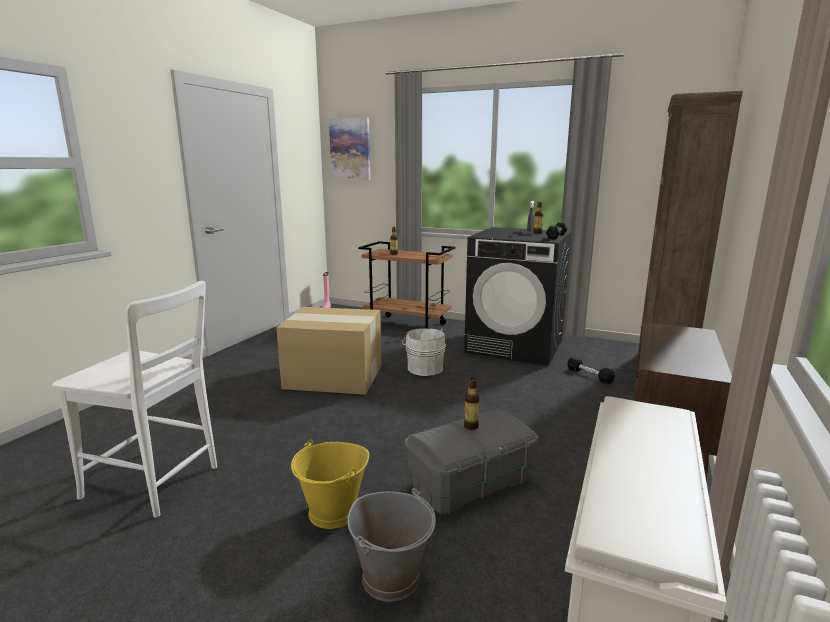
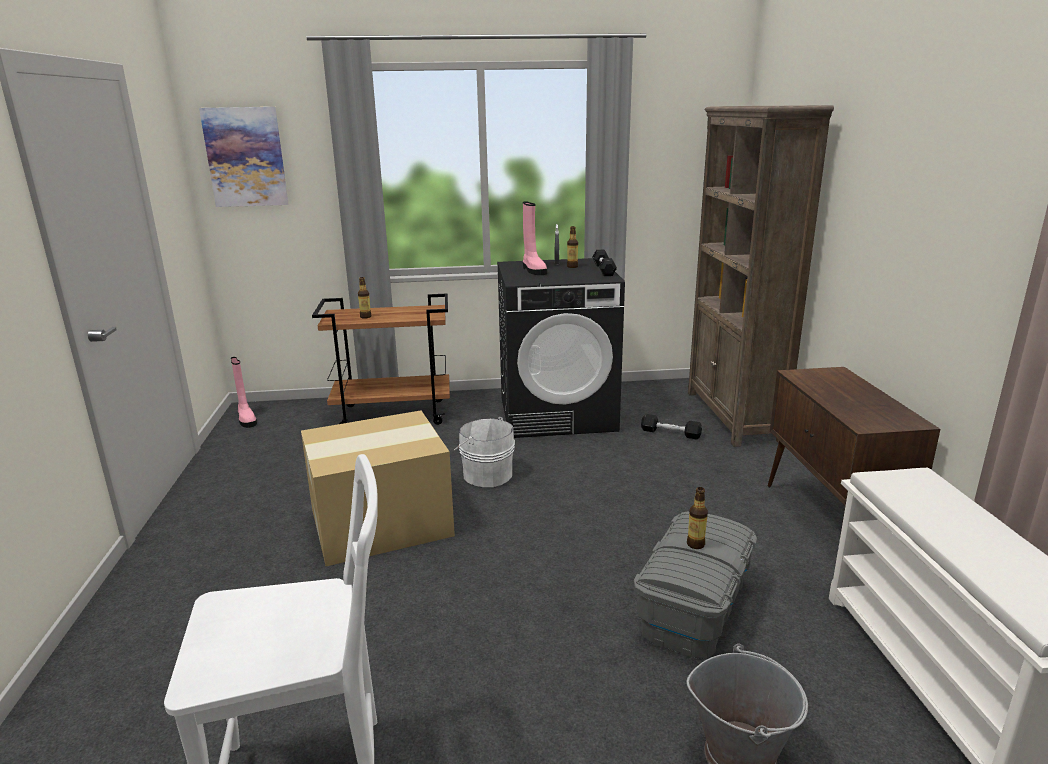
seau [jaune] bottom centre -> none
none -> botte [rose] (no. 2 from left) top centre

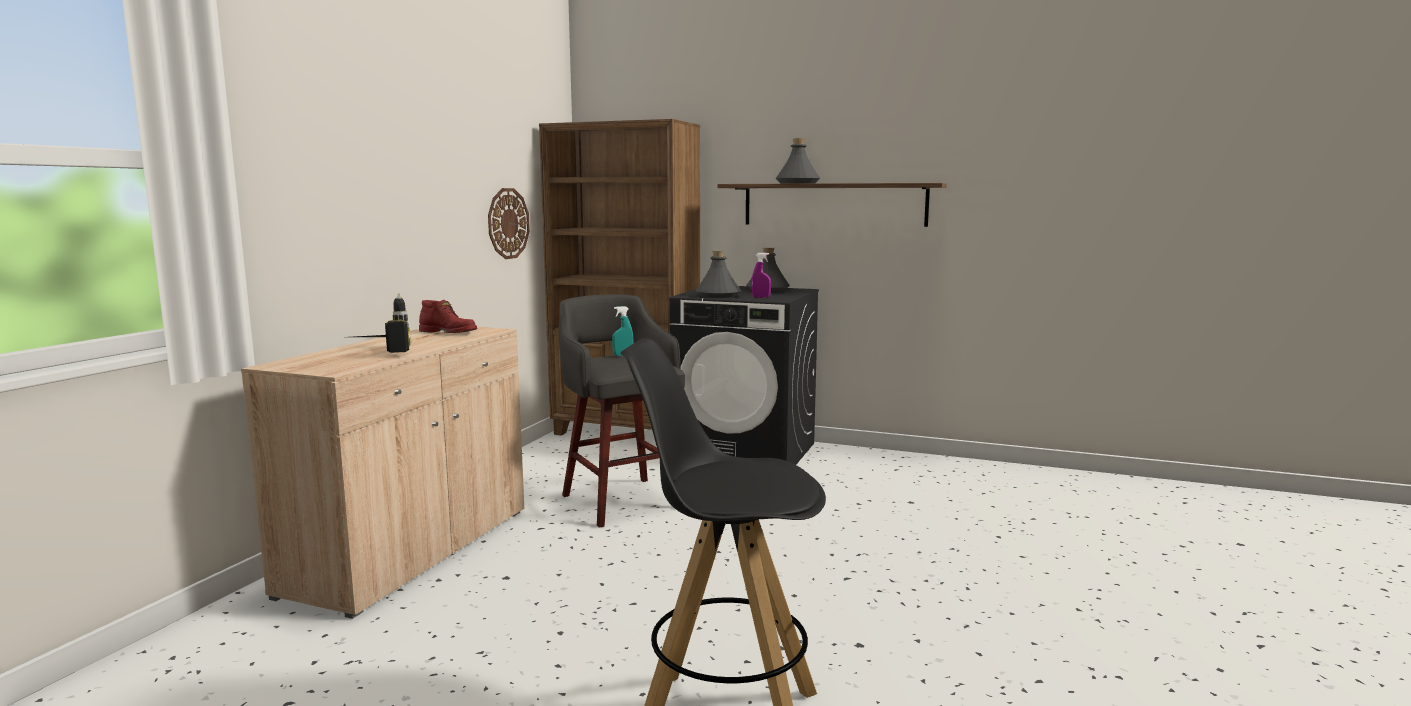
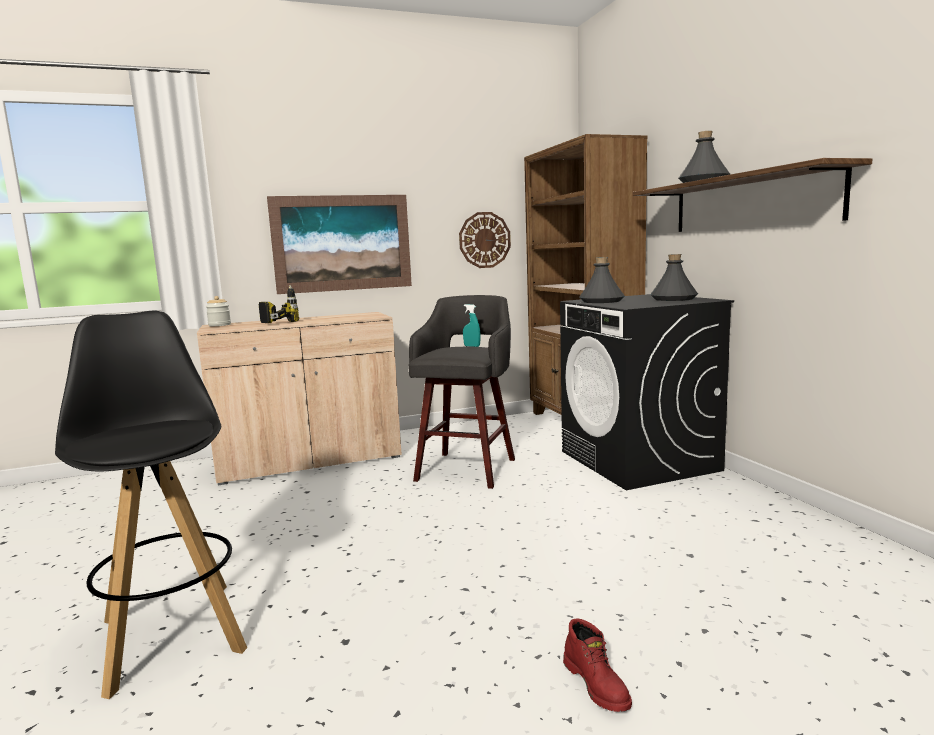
vaporisateur [violet] centre -> none
botte [rouge] middle left -> botte [rouge] bottom centre, shifted
none -> tableau top centre
none -> bocal middle left

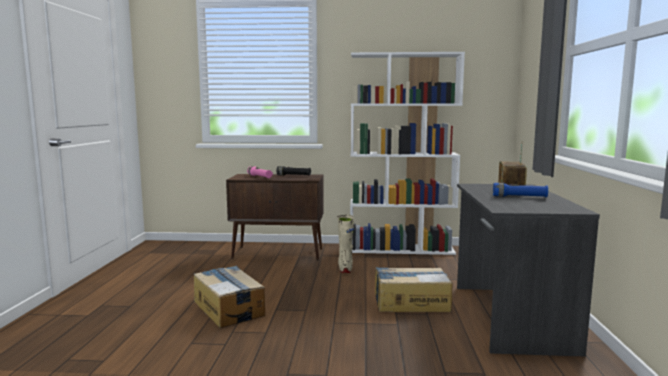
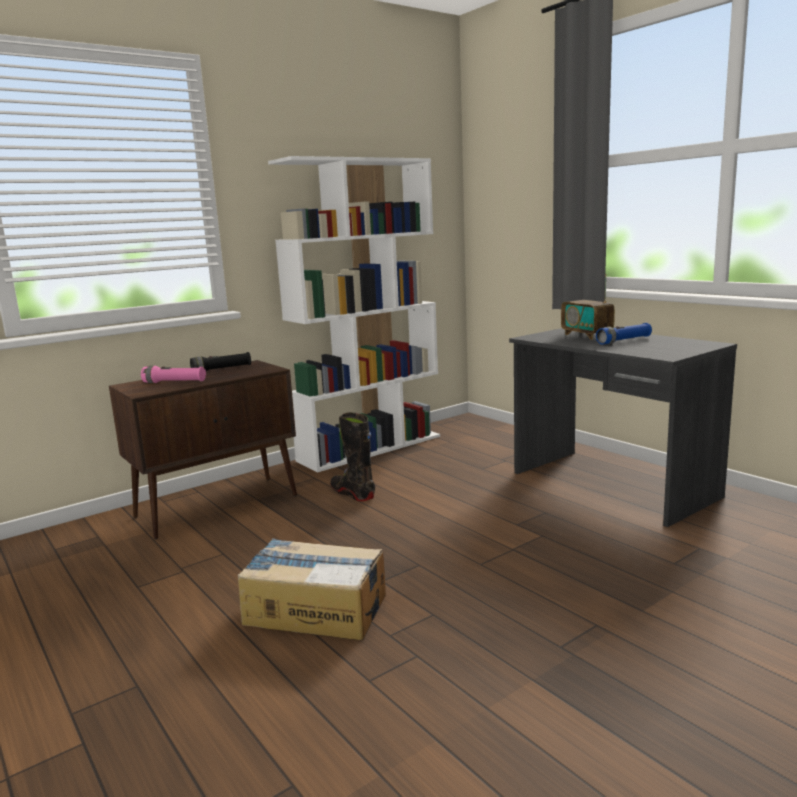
botte [beige] centre -> botte [noir] centre
carton (no. 2 from left) bottom centre -> none

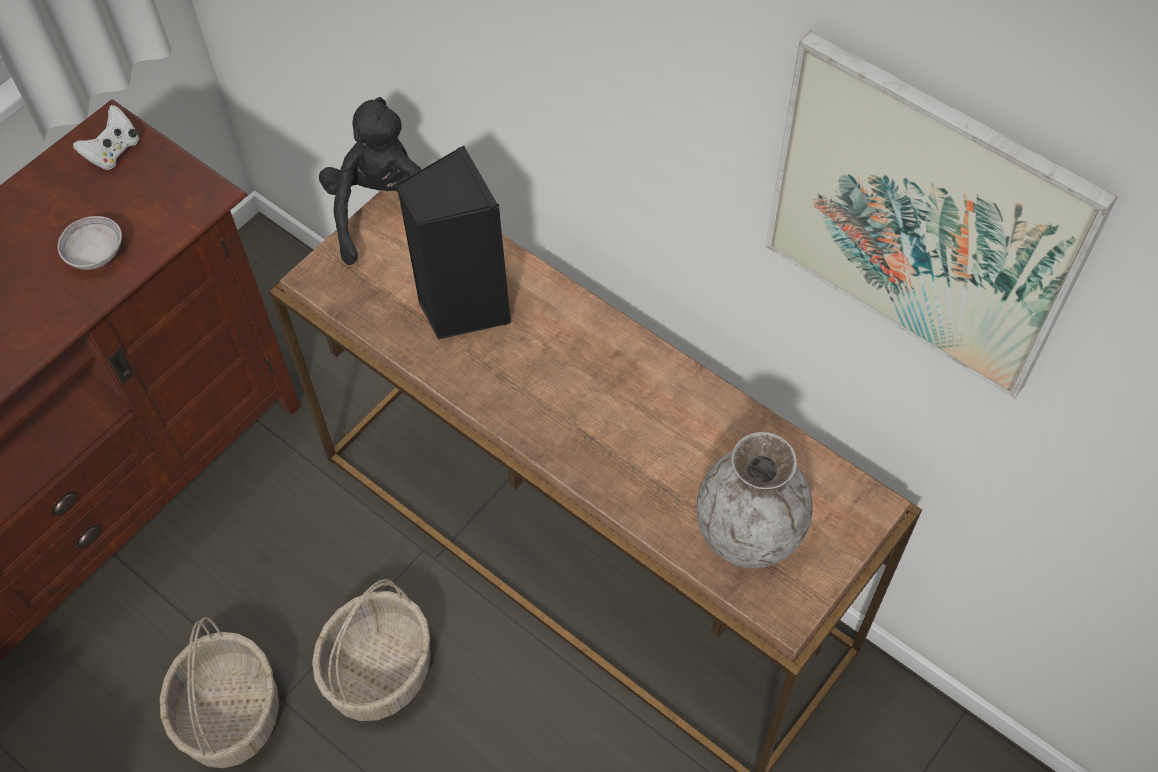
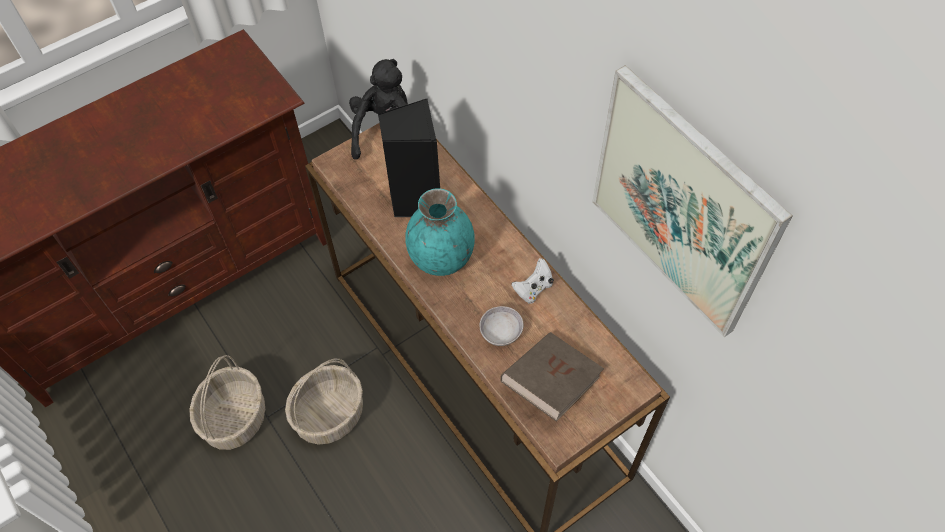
manette [blanc] top left -> manette [blanc] centre, shifted
bol [gris] top left -> bol [gris] centre, shifted
vase [gris] centre -> livre [marron] bottom centre
none -> vase [turquoise] centre

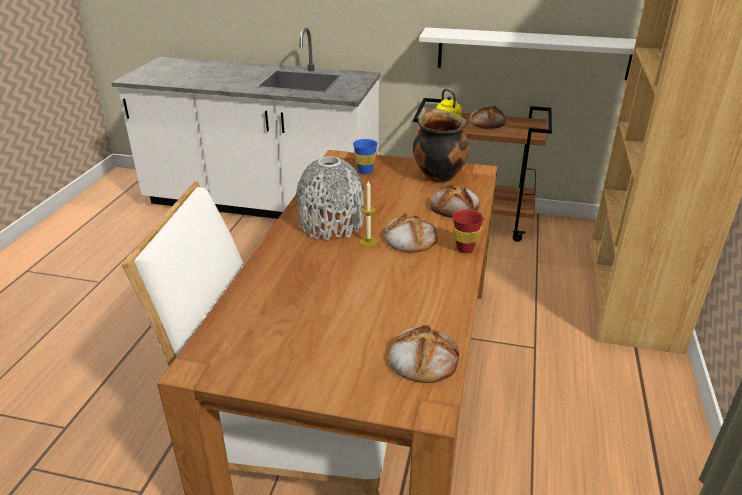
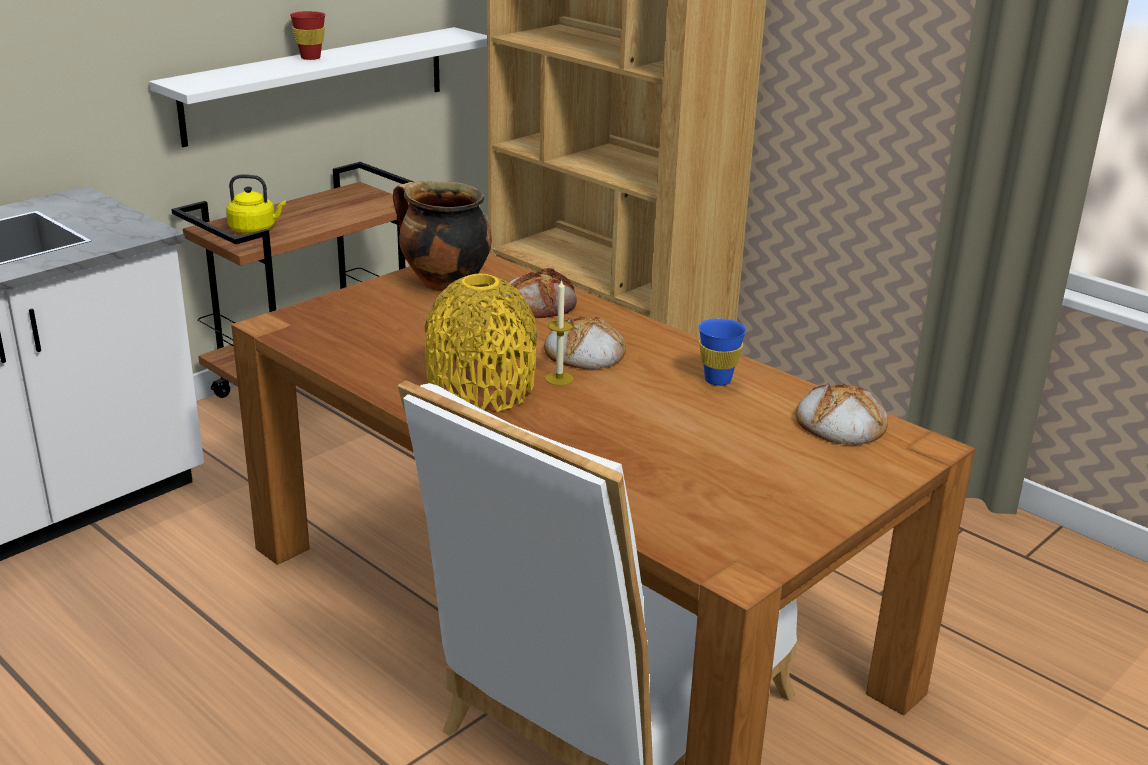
pain (no. 4 from left) top centre -> none
tasse [bleu] top centre -> tasse [bleu] centre, shifted
vase [gris] centre -> vase [jaune] centre
tasse [rouge] centre -> tasse [rouge] top left, shifted

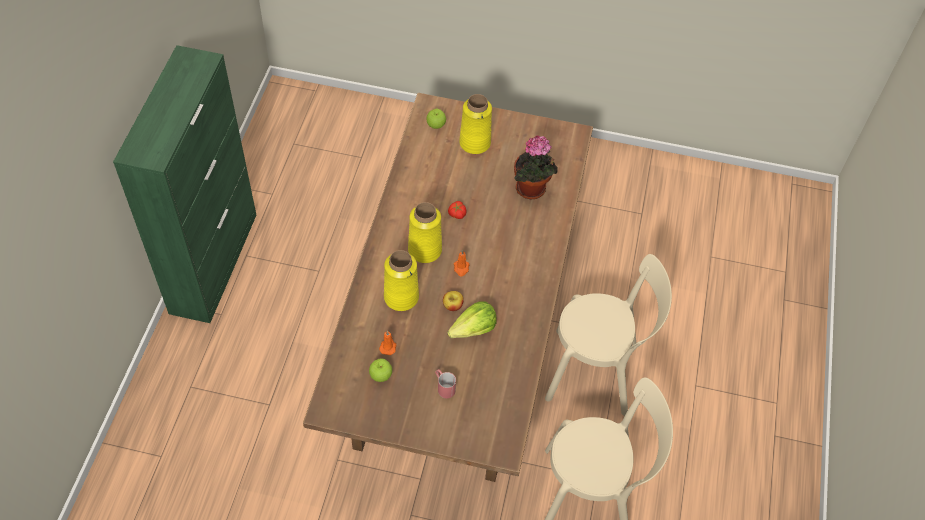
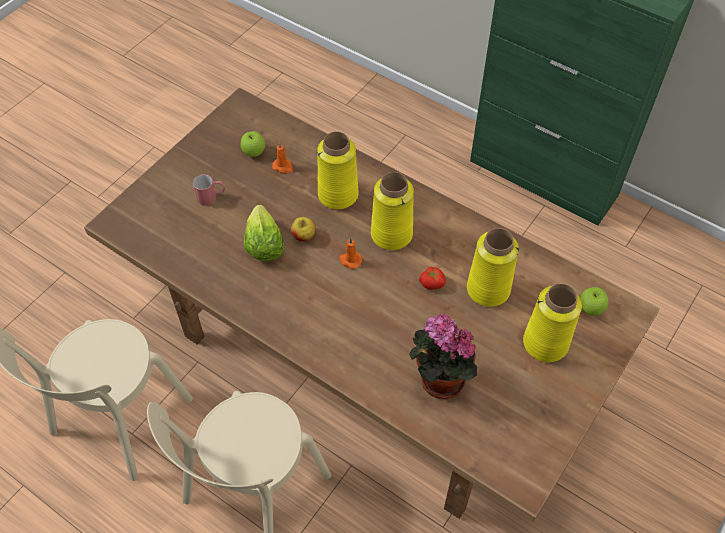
none -> vase [jaune] (no. 3 from left) middle right

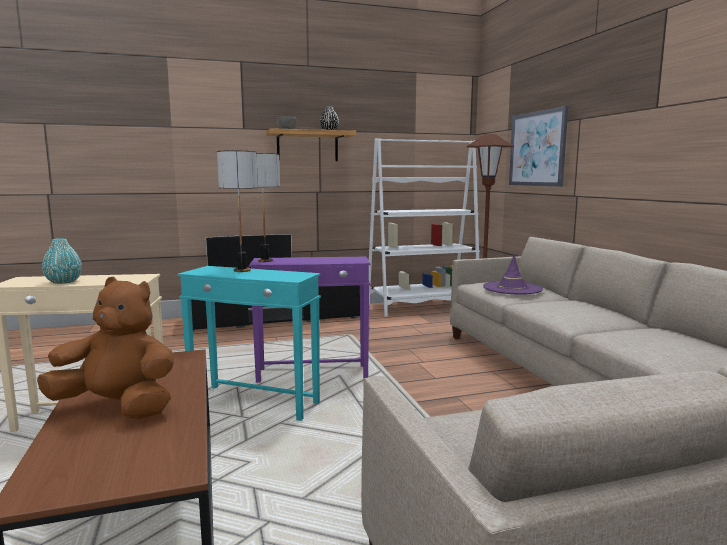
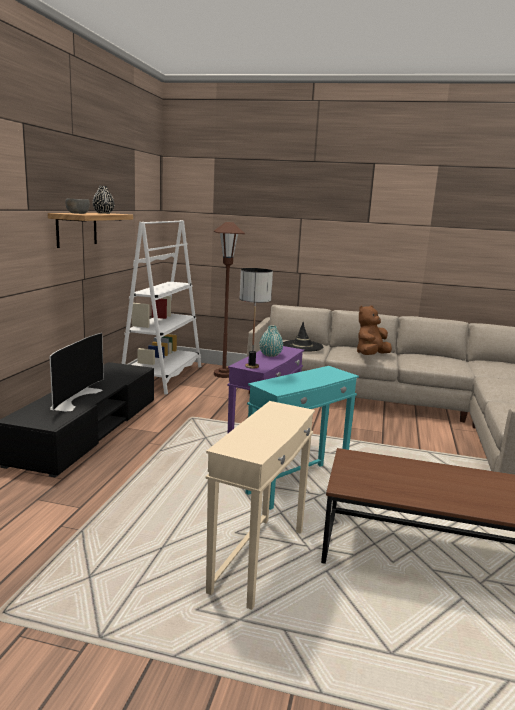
tableau top right -> none
lampe de table (no. 1 from left) middle left -> none
vase [turquoise] middle left -> vase [turquoise] centre, shifted
chapeau [violet] middle right -> chapeau [noir] centre
peluche [marron] middle left -> peluche [marron] middle right, shifted

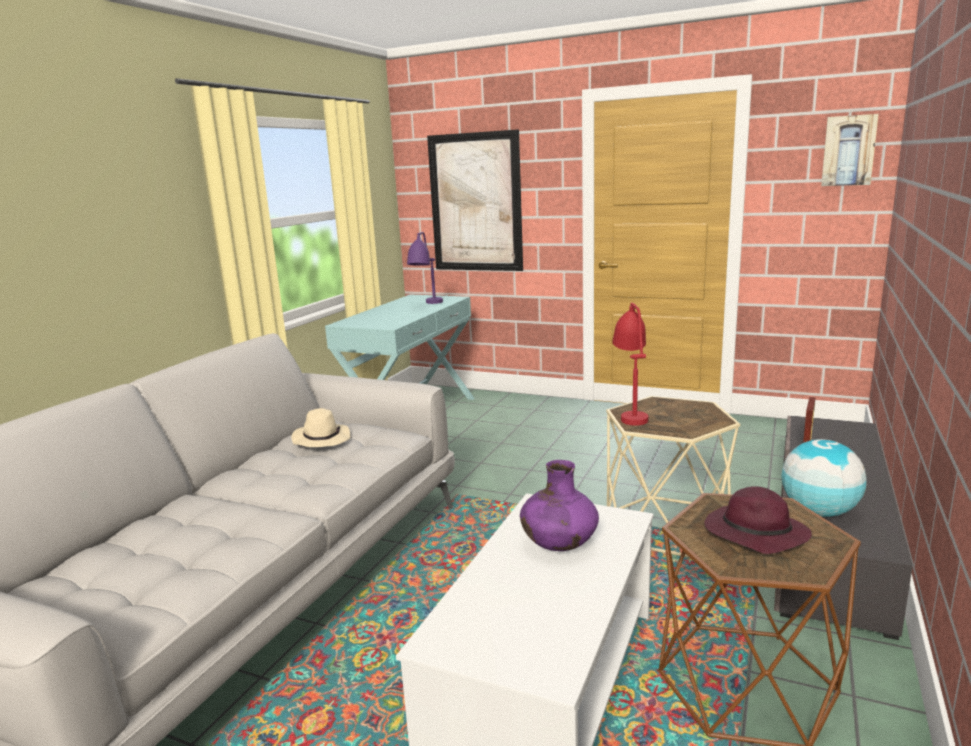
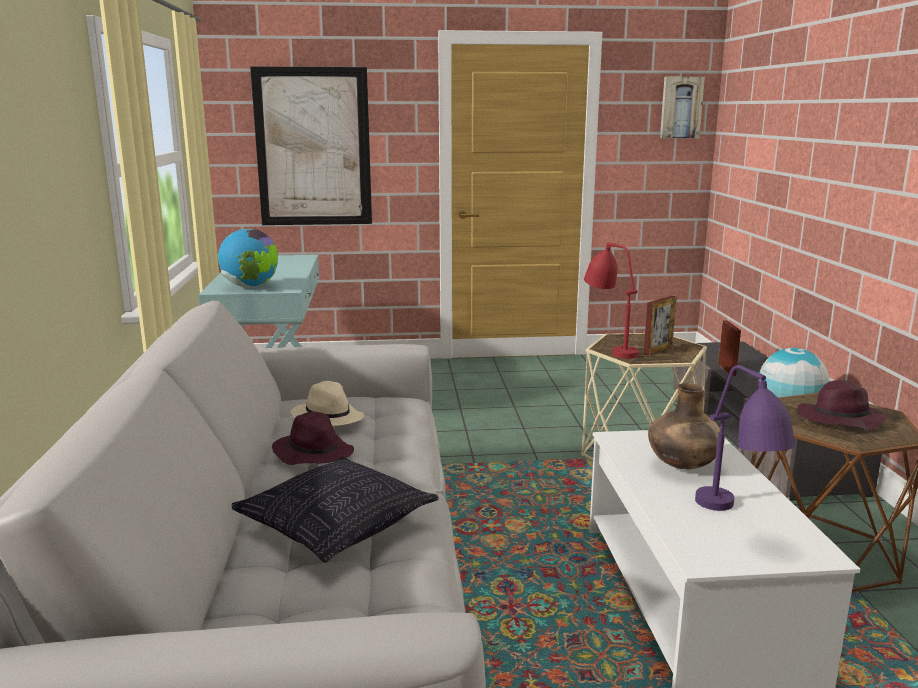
lampe de table [violet] centre -> lampe de table [violet] middle right, shifted
vase [violet] bottom centre -> vase [marron] middle right
none -> globe (no. 1 from left) middle left
none -> cadre photo (no. 1 from left) middle right
none -> chapeau [violet] (no. 1 from left) centre
none -> coussin bottom centre

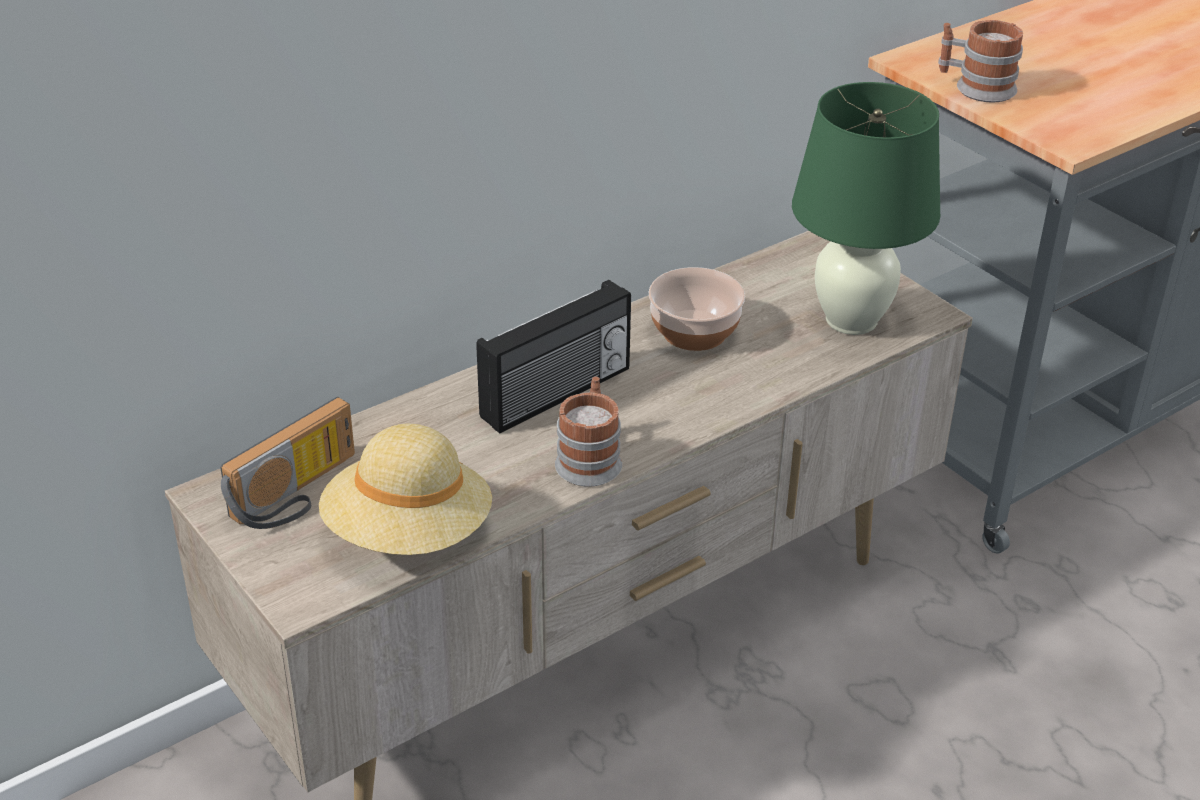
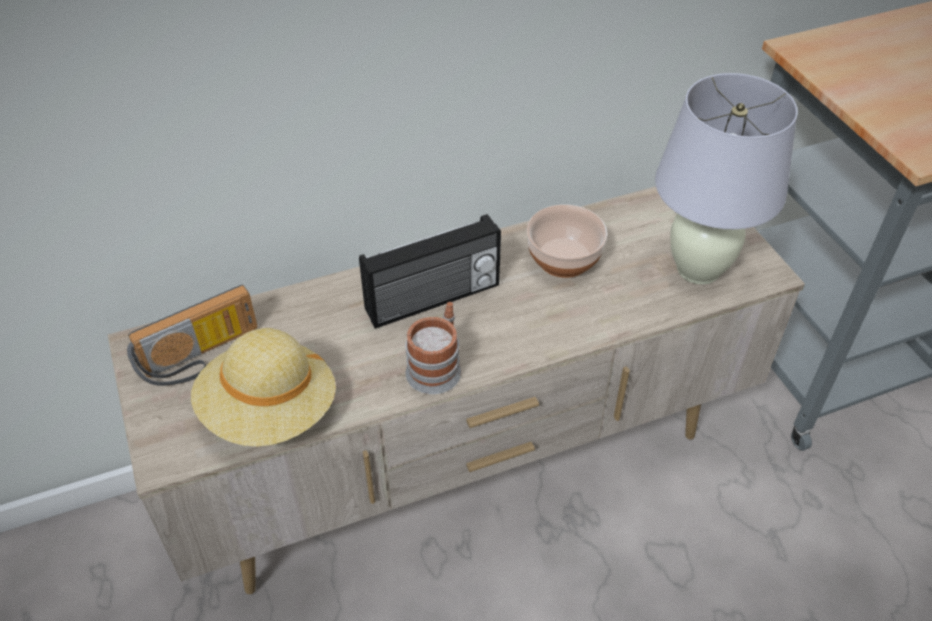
mug (no. 2 from left) top right -> none
lampe de table [vert] top right -> lampe de table [blanc] top right

